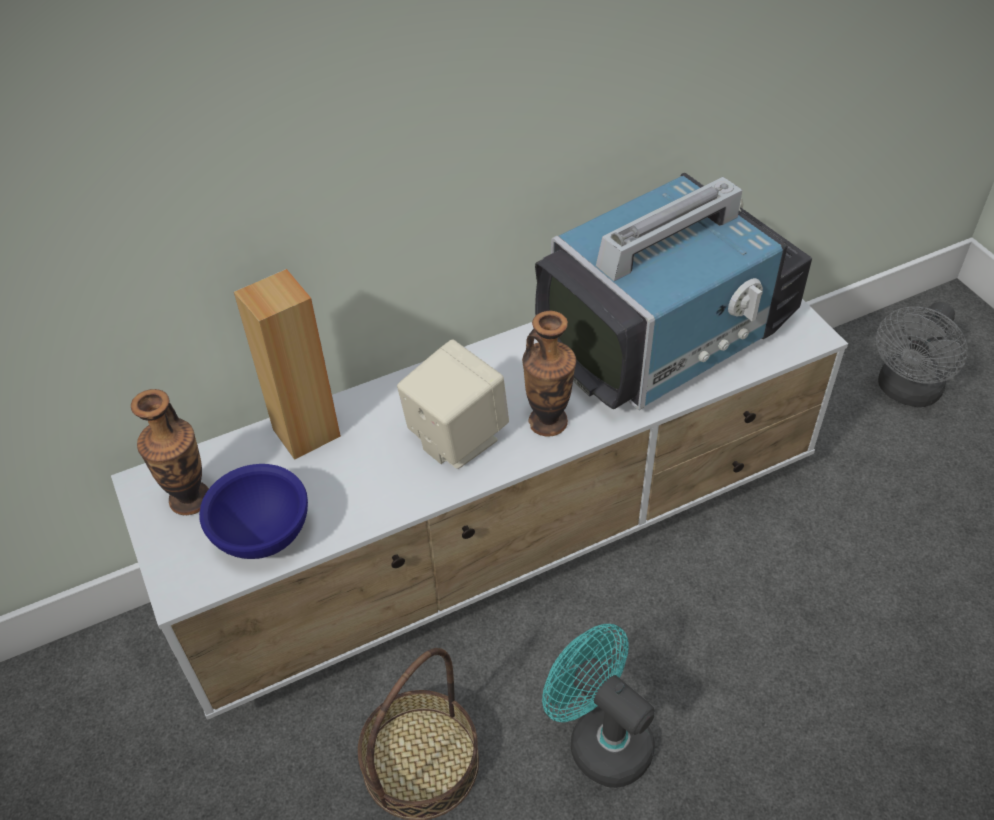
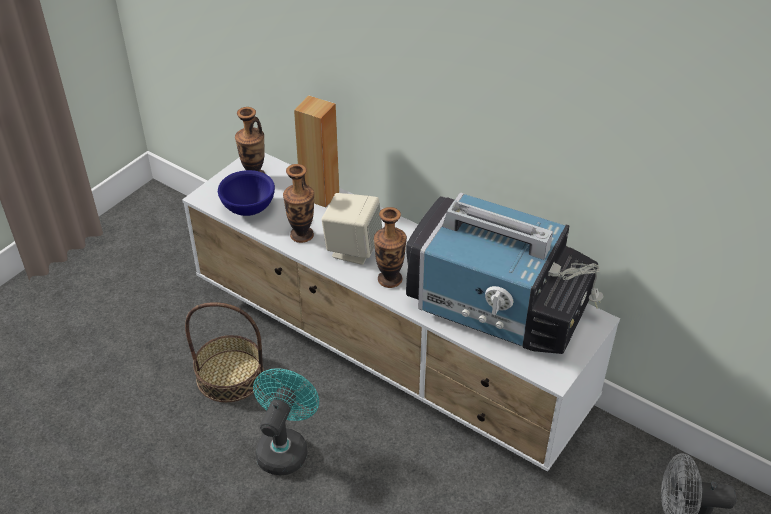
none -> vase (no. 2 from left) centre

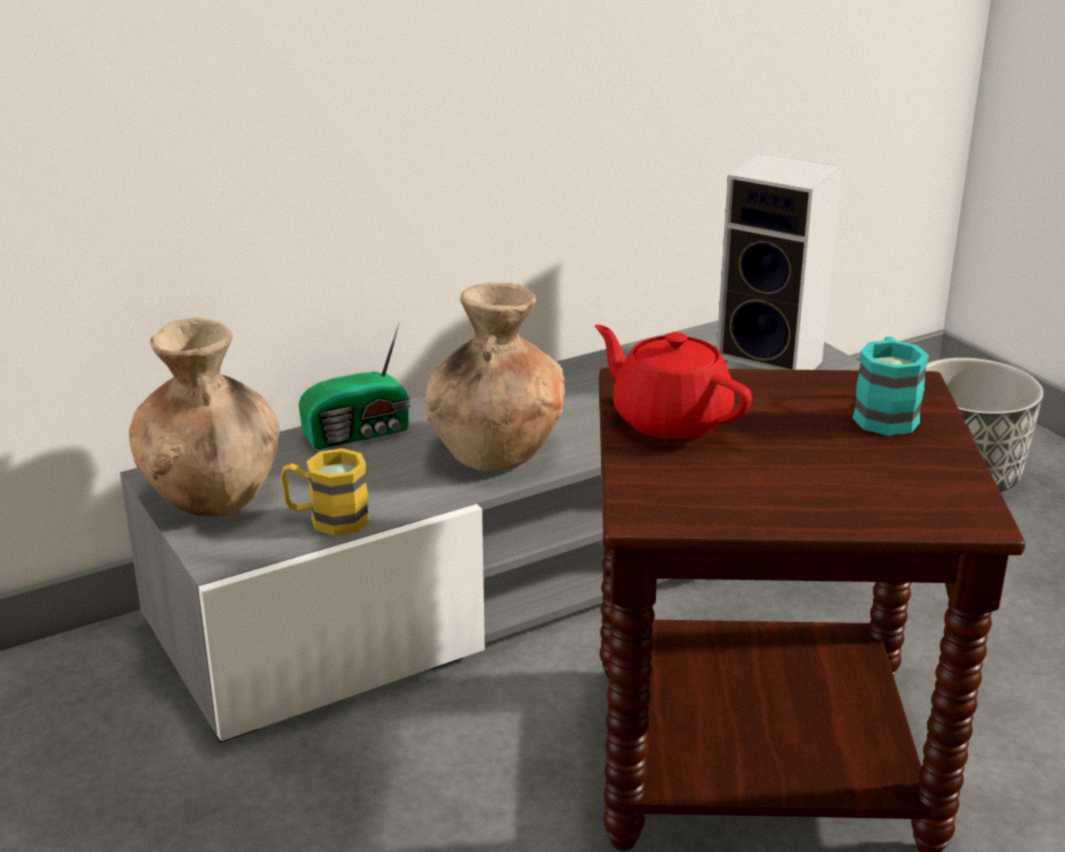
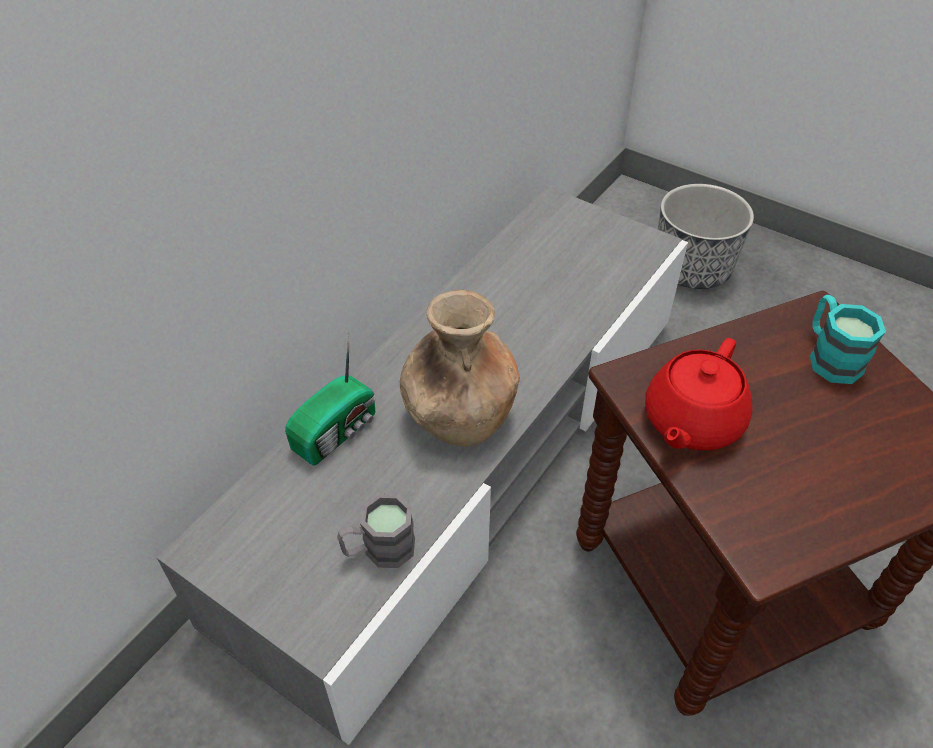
enceinte top right -> none
vase [marron] (no. 1 from left) middle left -> none
théière [rouge] centre -> théière [rouge] middle right, 75 degrees counterclockwise
mug [jaune] middle left -> mug [gris] bottom centre

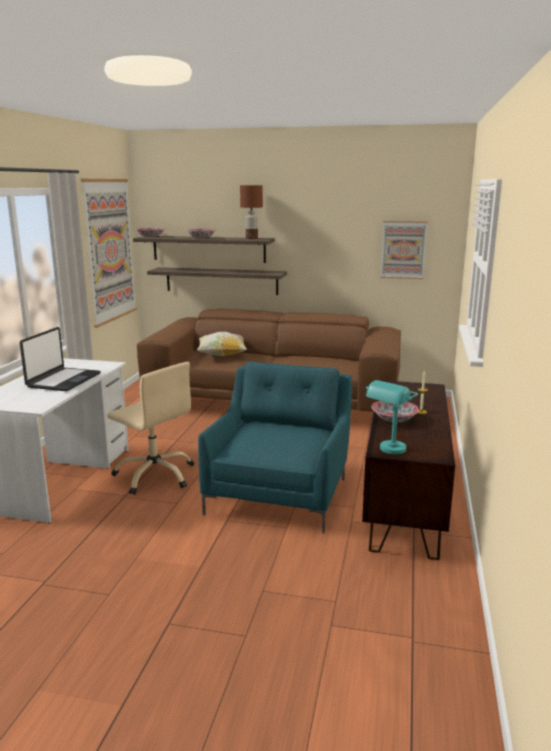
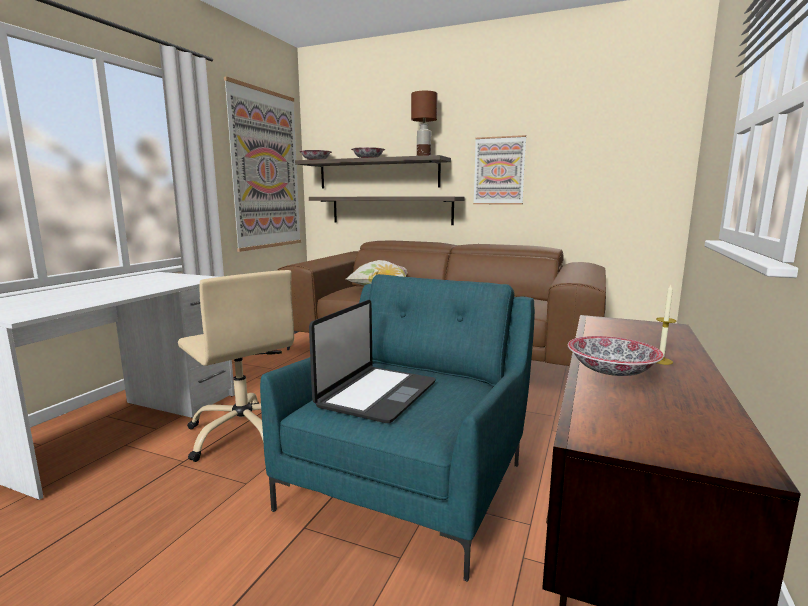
tableau (no. 2 from left) top right -> tableau (no. 2 from left) top centre, shifted
ordinateur portable middle left -> ordinateur portable centre, shifted
lampe de table [turquoise] middle right -> none

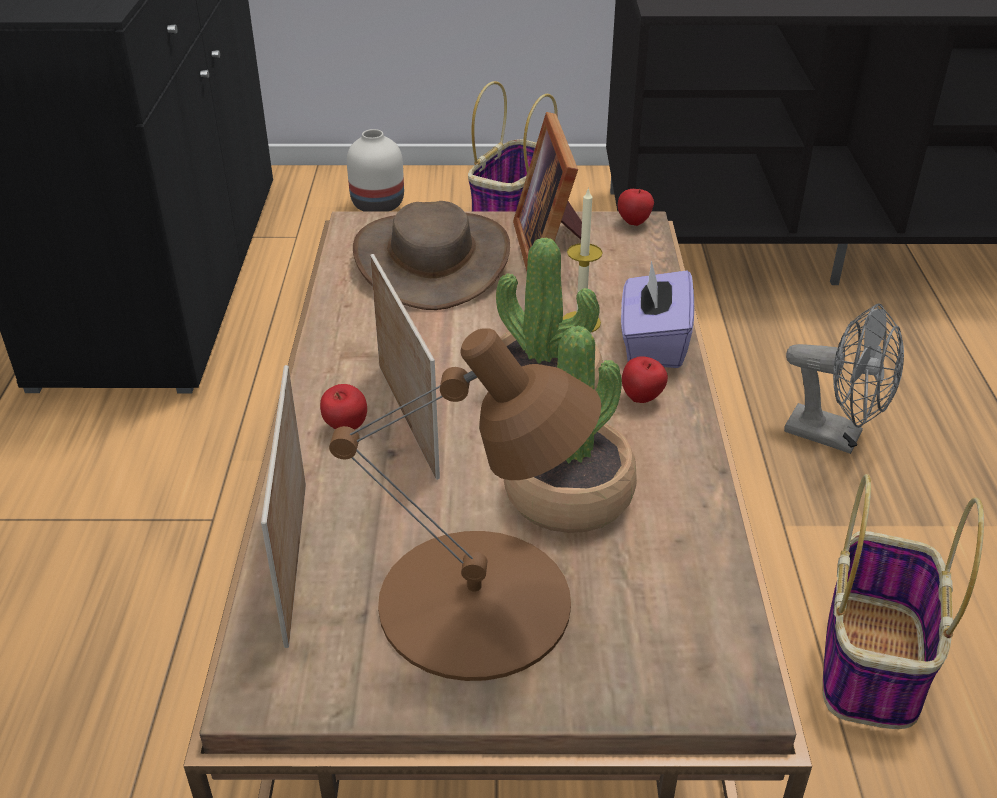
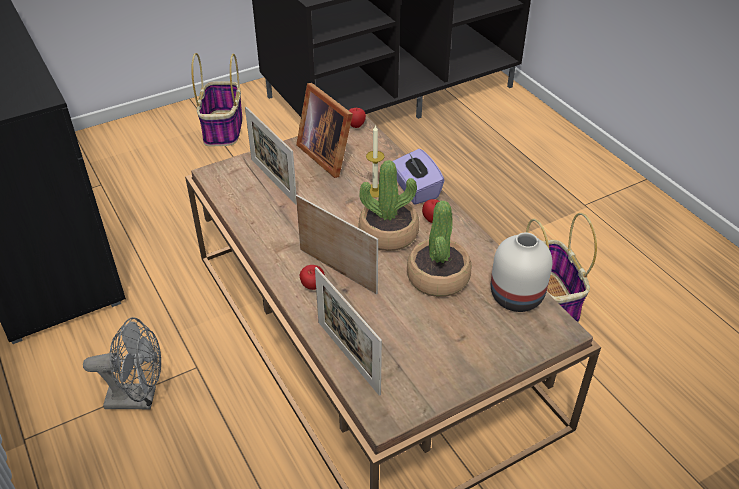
vase [blanc] top centre -> vase [blanc] middle right, shifted
chapeau [marron] top centre -> cadre photo (no. 1 from left) top centre
ventilateur [gris] middle right -> ventilateur [gris] bottom left, shifted
lampe de table [marron] centre -> none

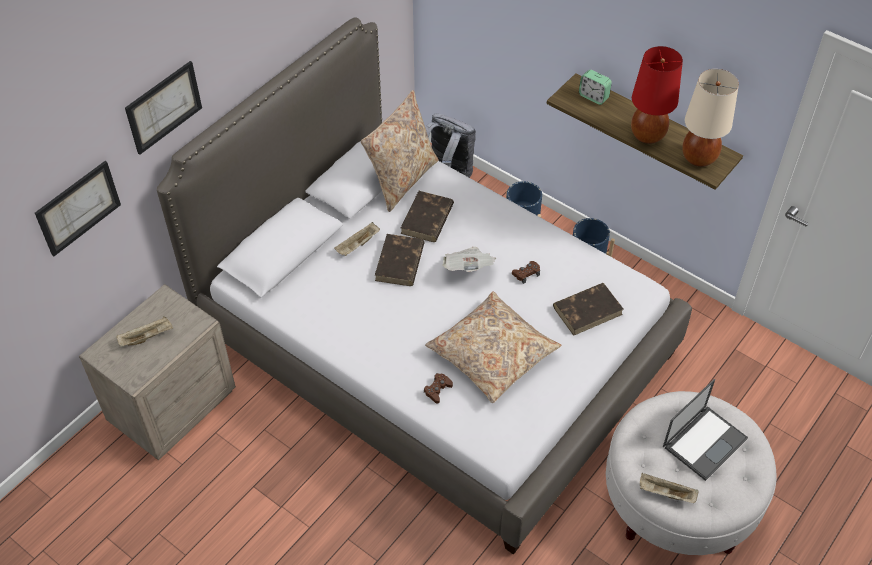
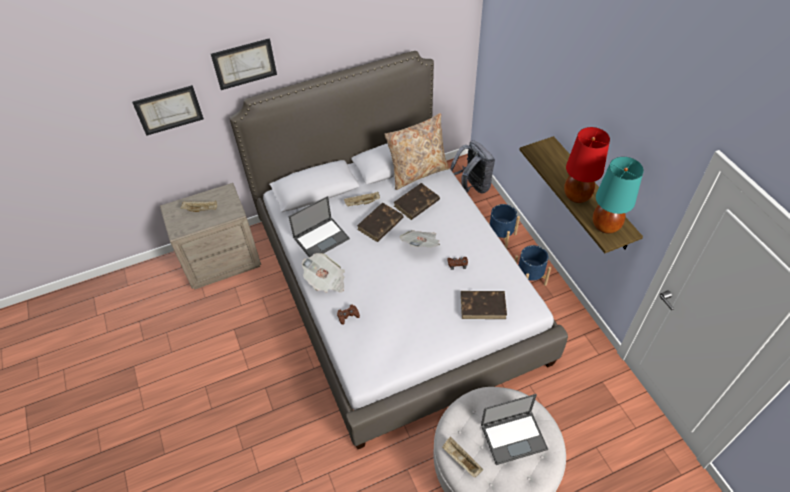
lampe de table [beige] top right -> lampe de table [turquoise] middle right
réveil top right -> none
coussin [beige] (no. 2 from left) centre -> none
none -> ordinateur portable (no. 1 from left) centre
none -> journal (no. 1 from left) centre

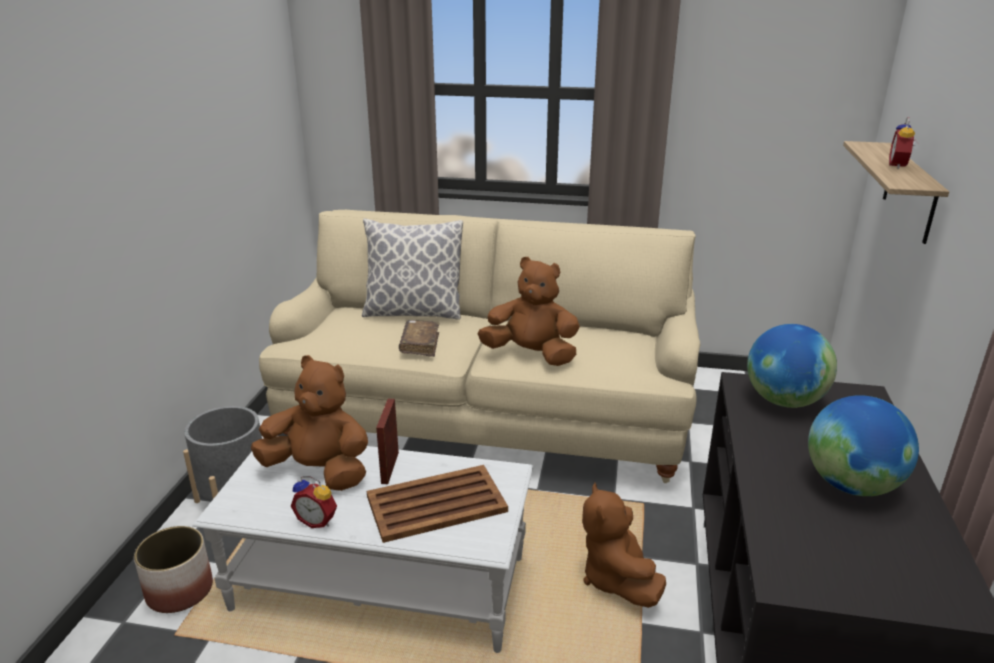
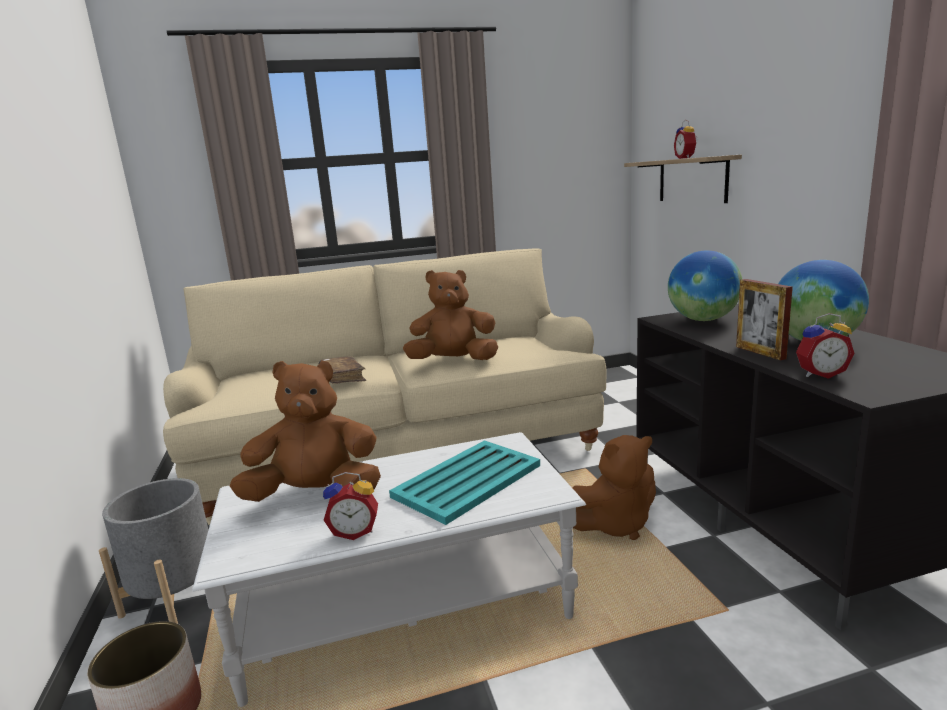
coussin centre -> none
cadre photo centre -> cadre photo middle right, shifted
plateau [marron] bottom centre -> plateau [turquoise] bottom centre
peluche [marron] (no. 3 from left) bottom centre, 75 degrees counterclockwise
none -> réveil (no. 3 from left) middle right

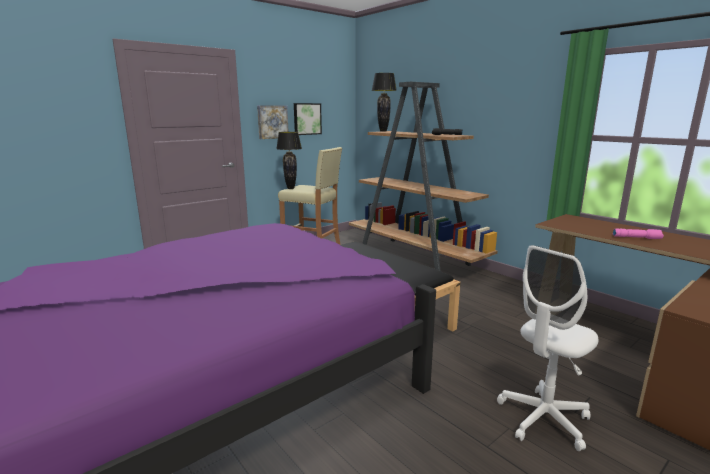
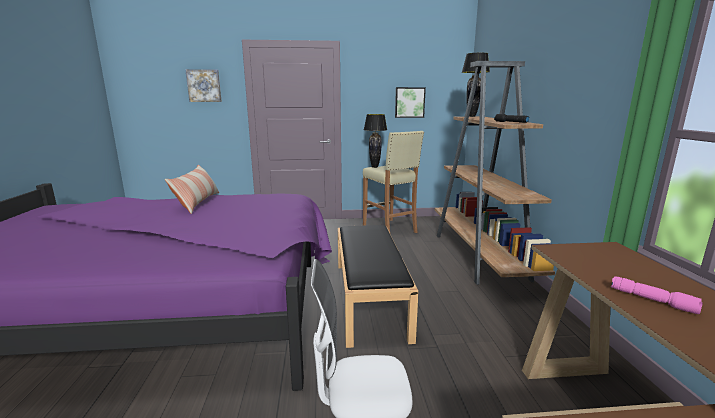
tableau (no. 1 from left) top centre -> tableau (no. 1 from left) top left, shifted
none -> coussin middle left

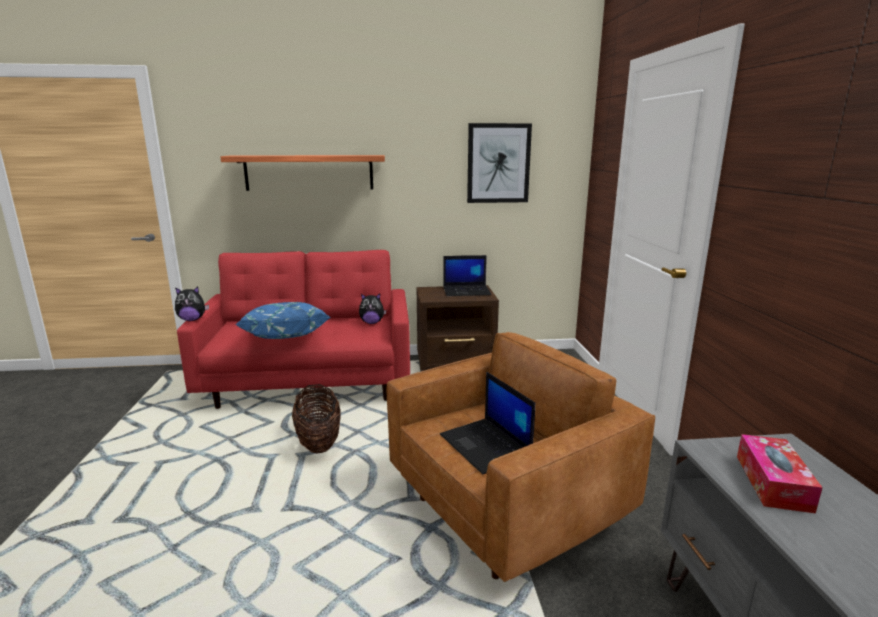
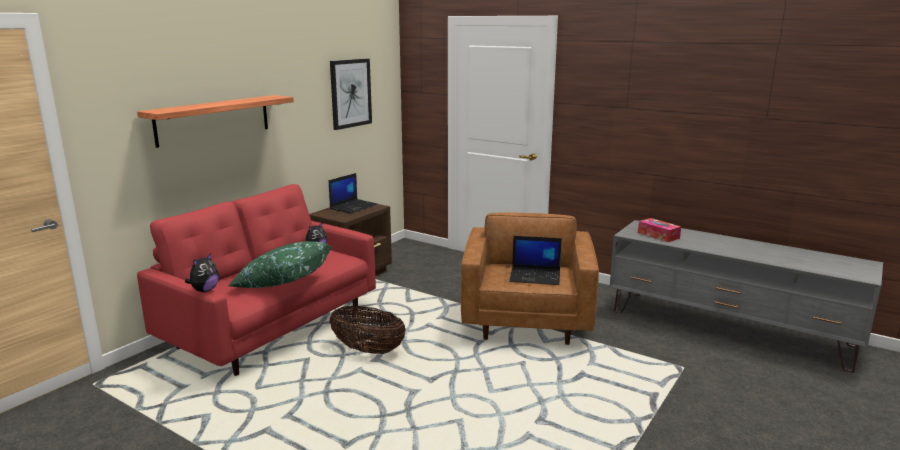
coussin [bleu] middle left -> coussin [vert] middle left

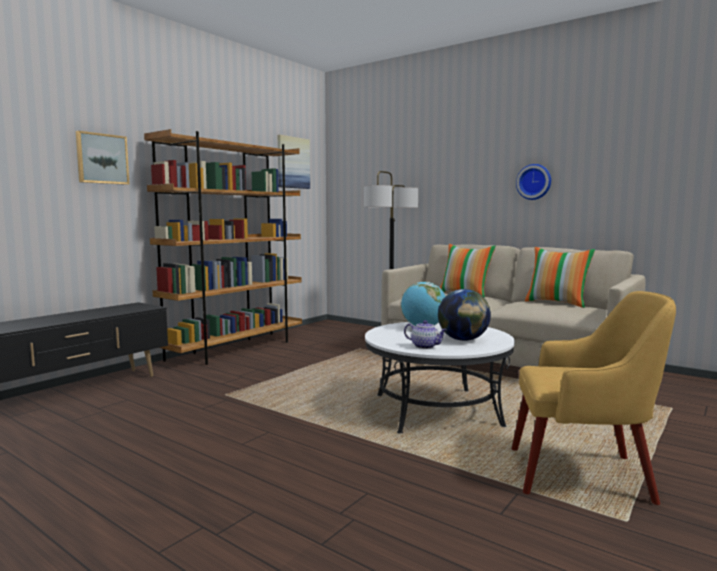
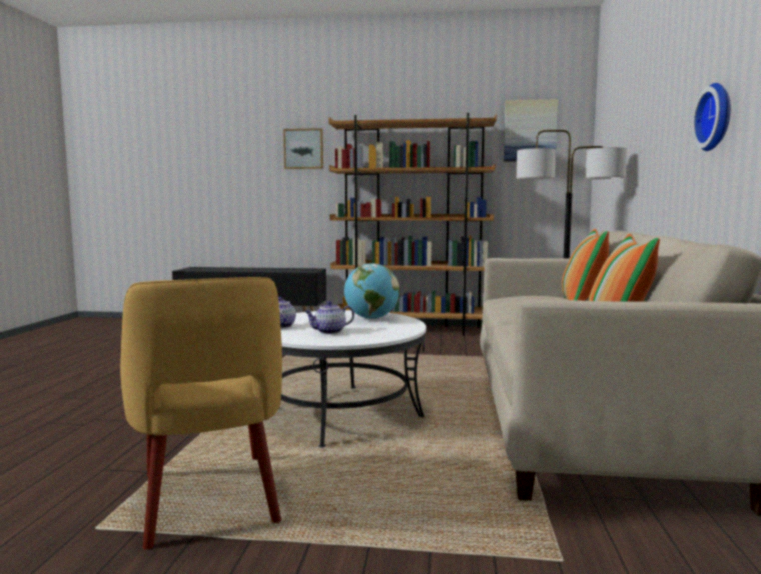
globe (no. 2 from left) centre -> théière (no. 2 from left) centre

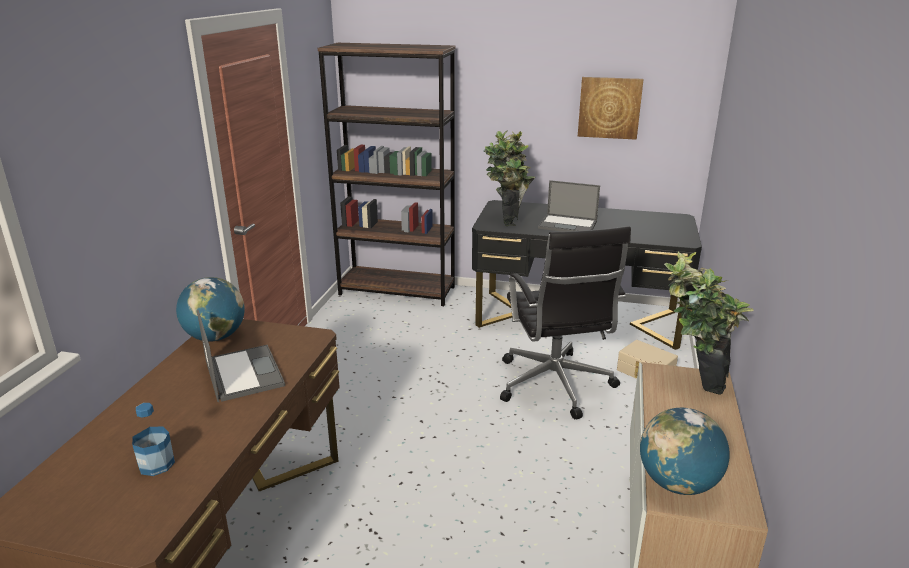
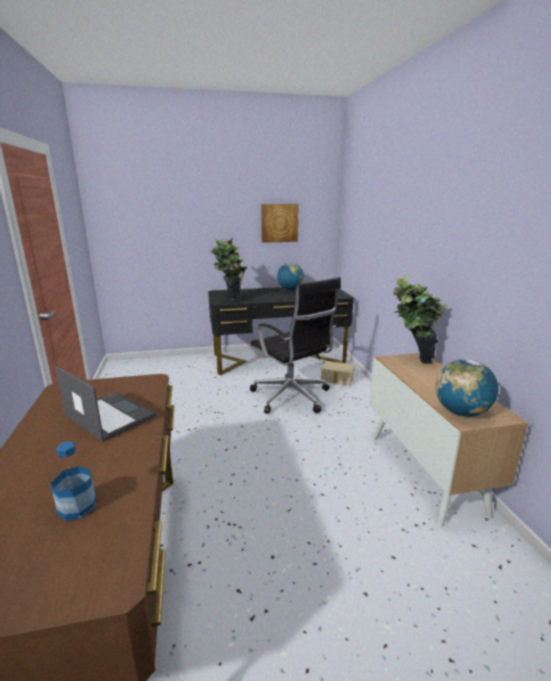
bibliothèque [marron] top centre -> none
ordinateur portable (no. 2 from left) centre -> none
globe (no. 1 from left) middle left -> globe (no. 1 from left) centre, shifted

